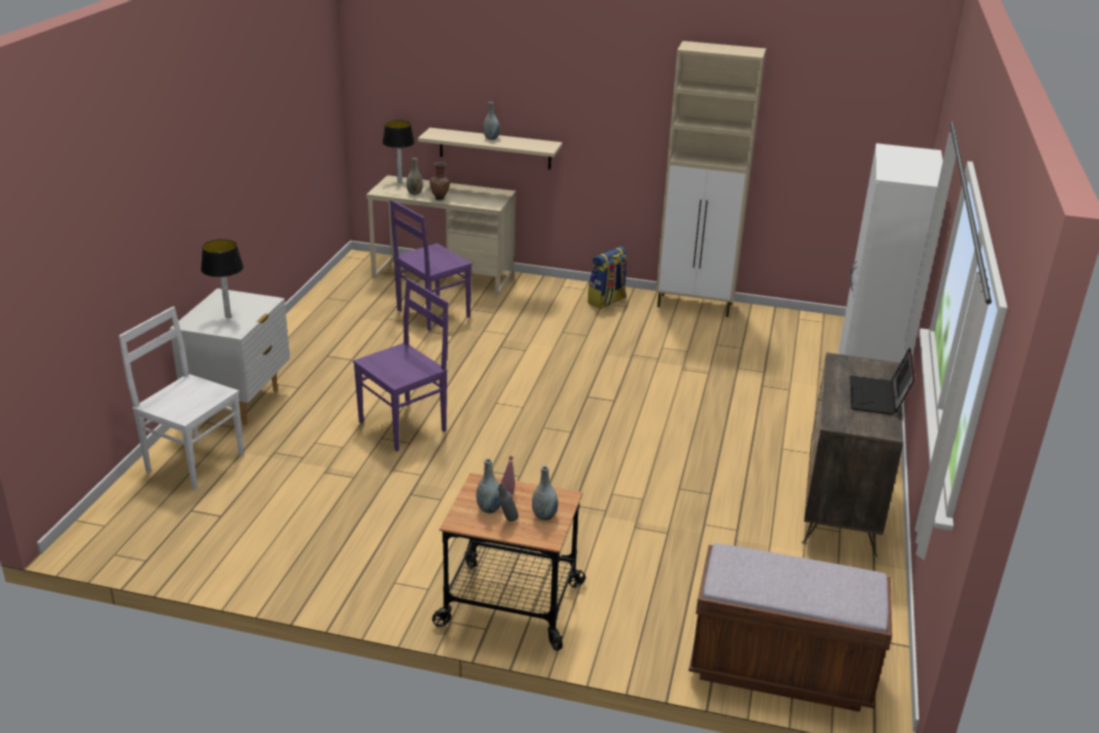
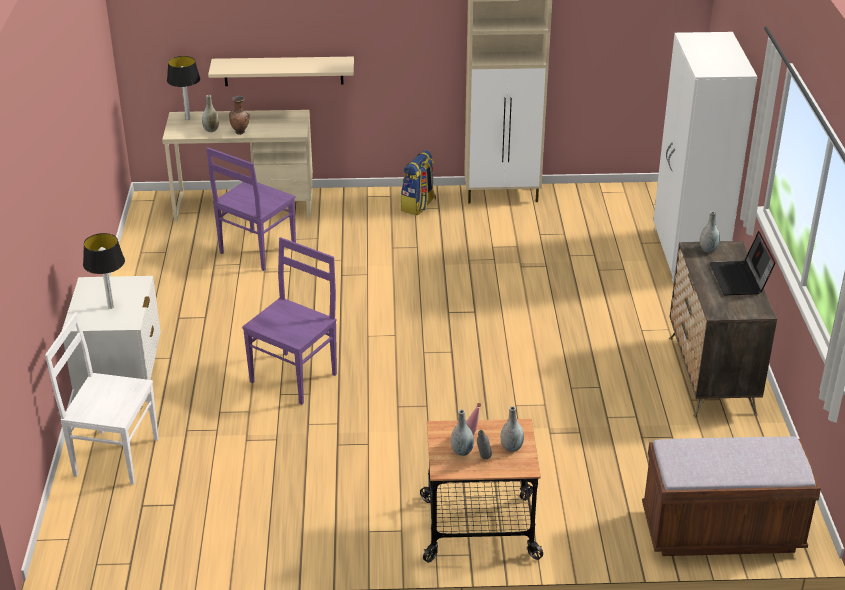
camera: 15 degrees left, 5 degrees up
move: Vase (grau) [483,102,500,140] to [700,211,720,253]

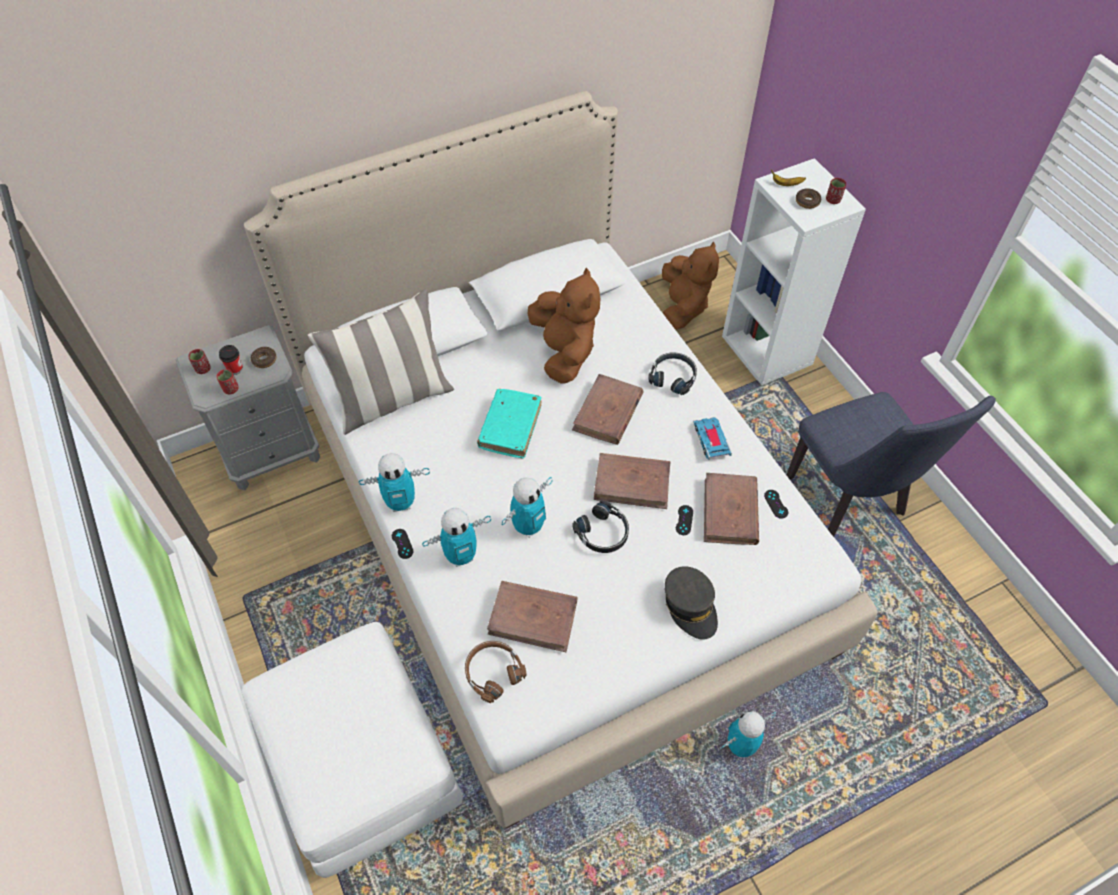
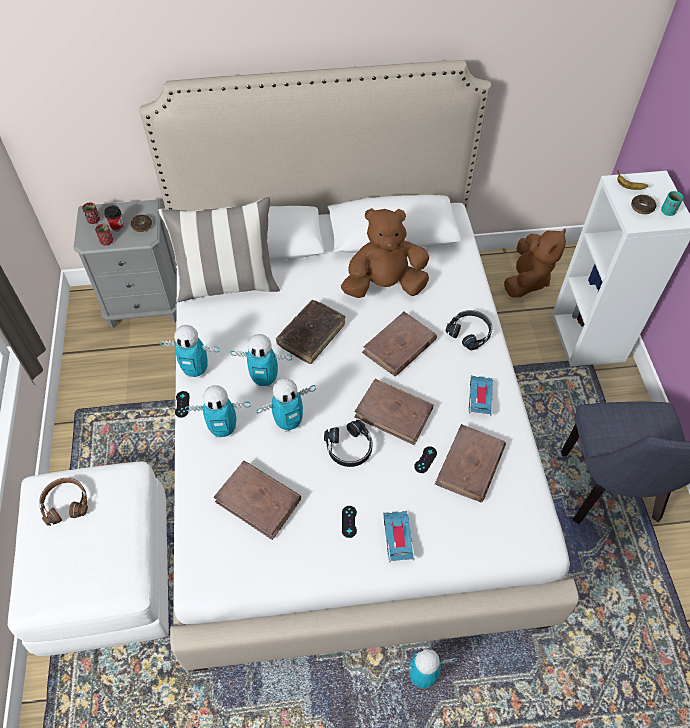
camera: 20 degrees right, 0 degrees up
insert: Spielzeugroboter [230,334,292,387]
move: Kopfhörer (braun) [465,641,527,703] to [39,478,88,526]; Gamepad (schwarz) [764,490,788,519] to [342,506,357,538]
replace: Kappe (grau) [665,566,718,640] to Spielzeugauto [383,511,415,562]
recolor: Buch (türkis) [477,389,542,458] to Buch (braun) [276,300,345,364]; Tasse (rot) [826,178,846,204] to Tasse (türkis) [661,191,683,216]
rotate: Plüschtier (braun) [528,268,601,384] = [341,208,429,298] 105 degrees counterclockwise

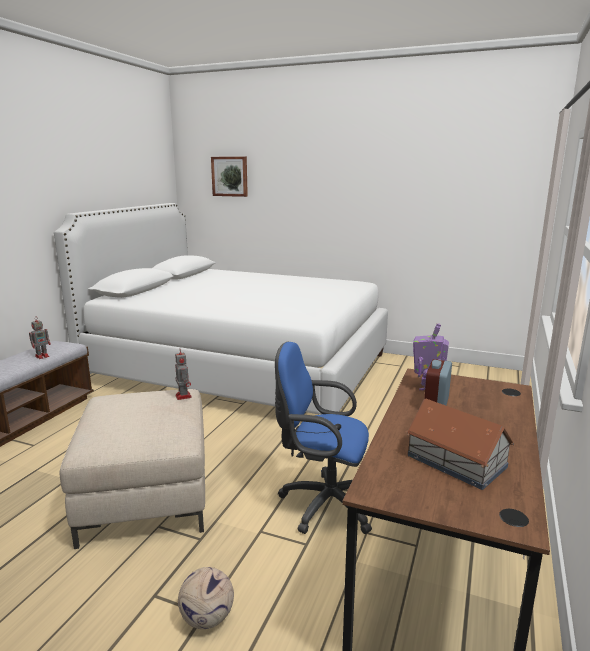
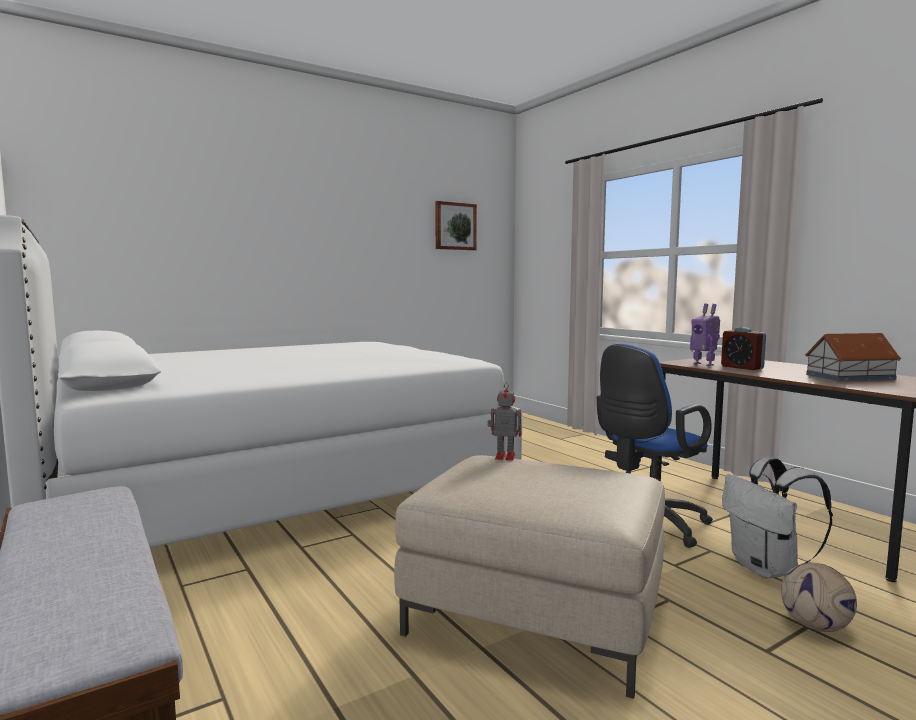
camera: 55 degrees left, 10 degrees down
delete: Spielzeugroboter [29,319,51,359]
insert: Rucksack (weiß) [722,457,833,579]
move: Bild [211,156,248,197] to [435,201,477,250]

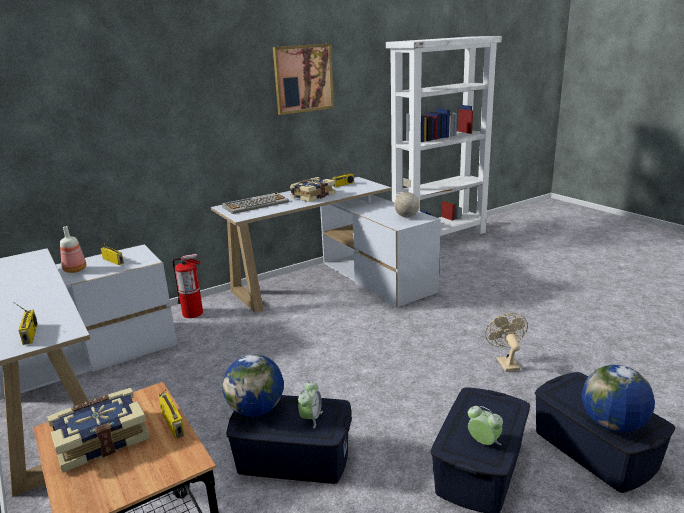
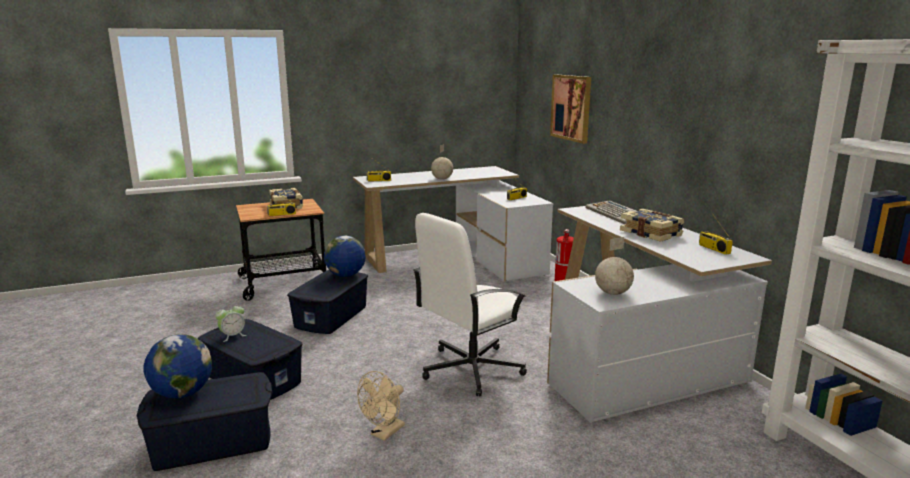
camera: 100 degrees right, 5 degrees down
delete: Flasche [60,226,86,273]; Wecker [298,381,323,429]
insert: Bürostuhl (weiß) [413,213,527,397]; Globus [431,144,453,180]
move: Bild [273,44,334,115] to [550,74,591,144]
rotate: Ventilator (beige) [485,313,528,372] = [357,371,405,441] 120 degrees clockwise

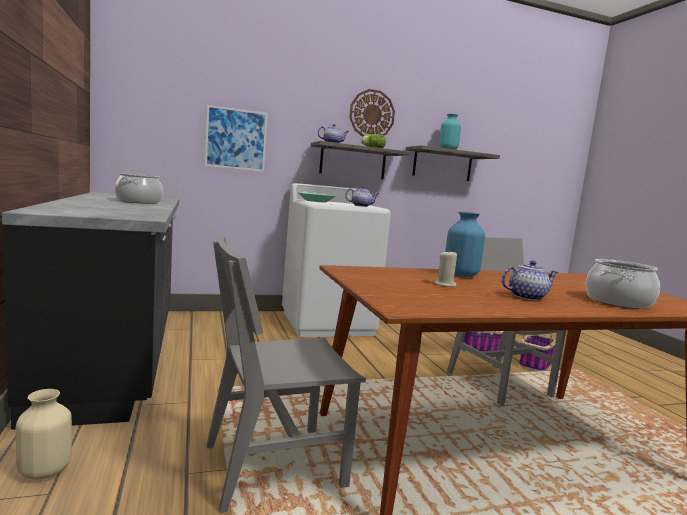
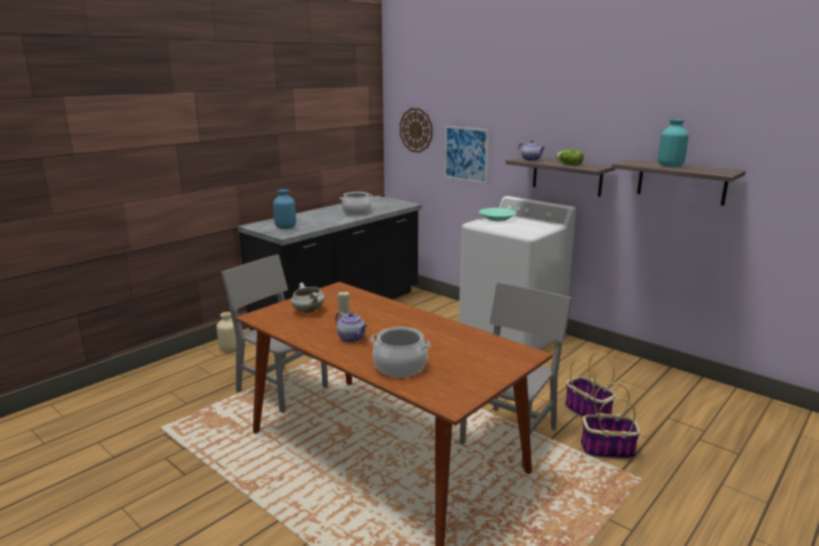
camera: 60 degrees right, 10 degrees up
delete: Teekanne [345,186,379,207]
insert: Kochtopf (weiß) [291,283,325,313]
move: Wanduhr [349,89,395,137] to [400,108,433,153]; Vase (blau) [445,212,485,277] to [273,189,296,229]

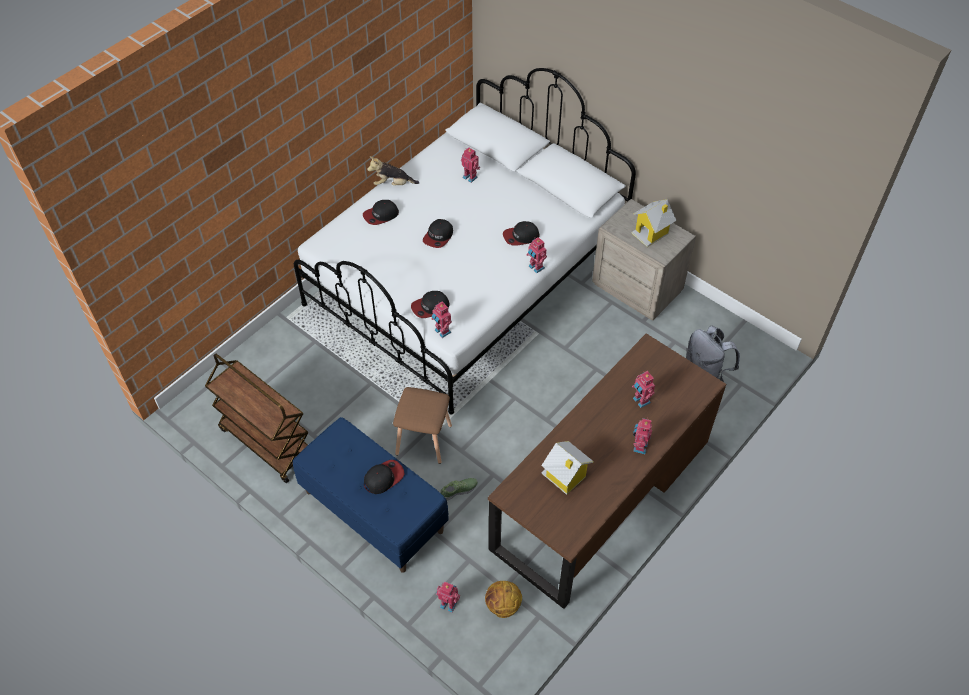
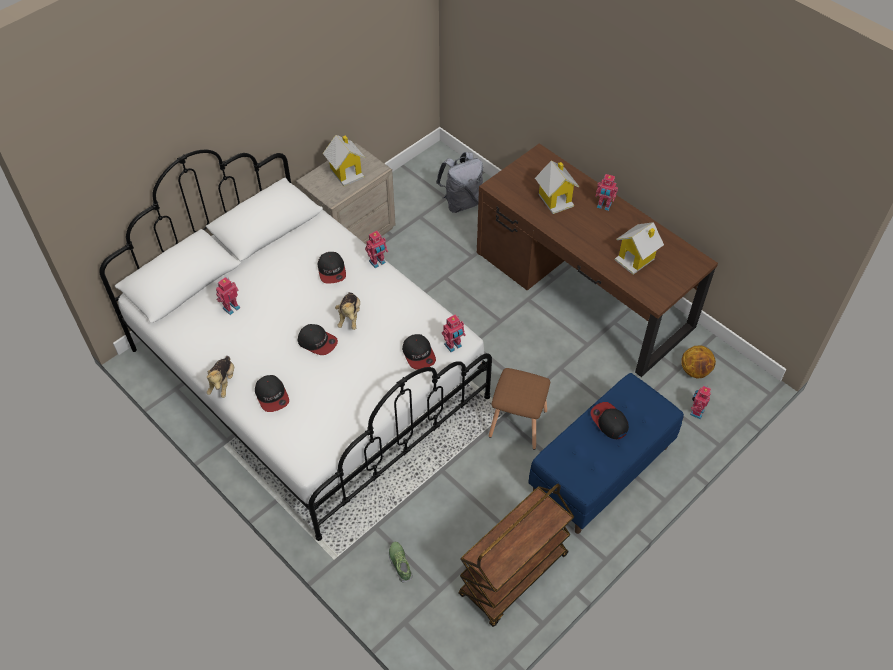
camera: 85 degrees left, 0 degrees up
insert: Plüschtier [335,292,360,330]
move: Schuh [440,478,478,501] to [389,542,413,583]
replace: Spielzeugroboter [632,371,655,408] to Spielzeughaus [535,160,579,214]

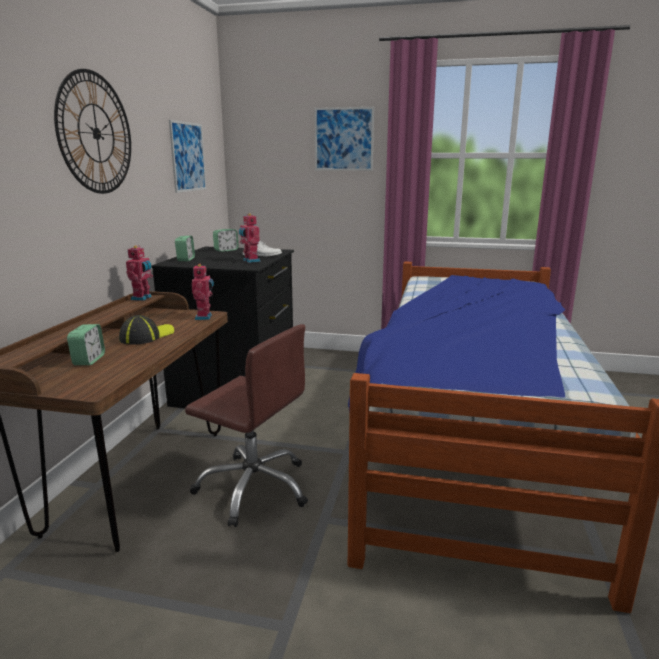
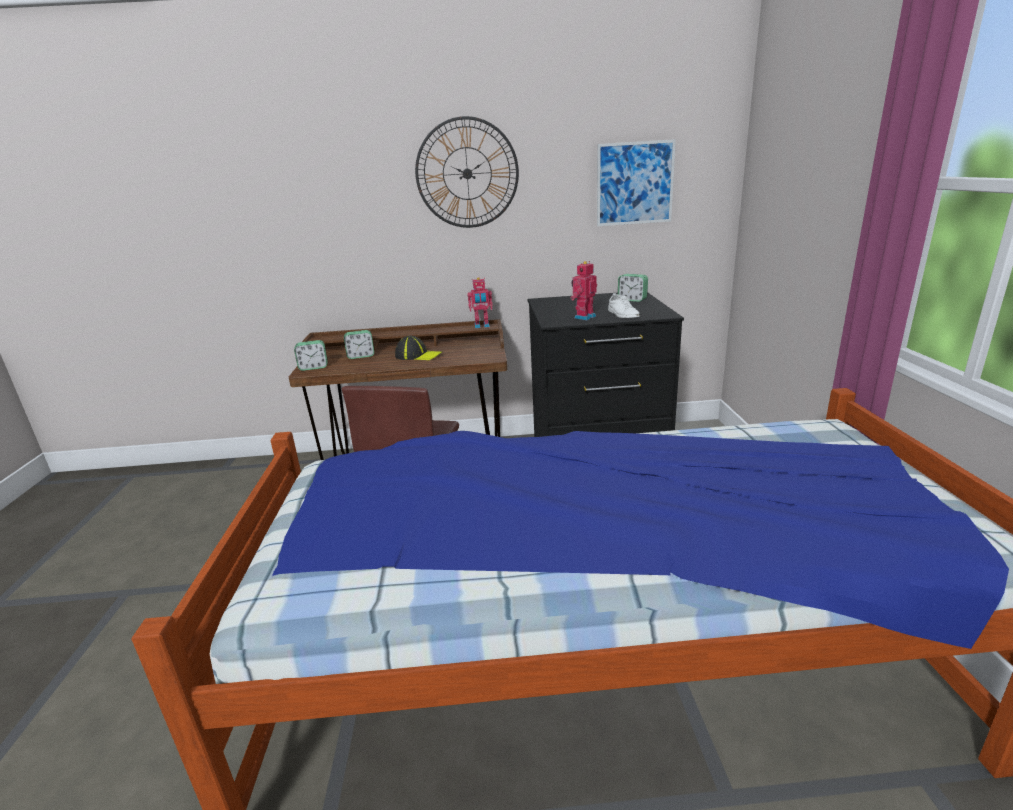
camera: 75 degrees right, 5 degrees up
delete: Spielzeugroboter [191,263,214,320]; Bild [315,107,374,171]
move: Wecker [175,236,195,261] to [294,340,328,371]

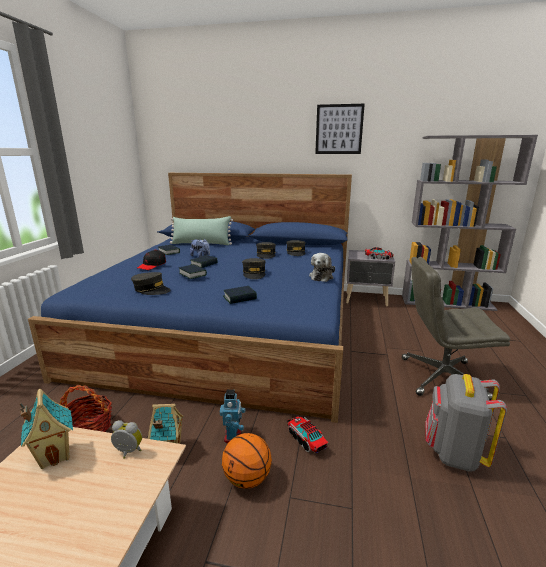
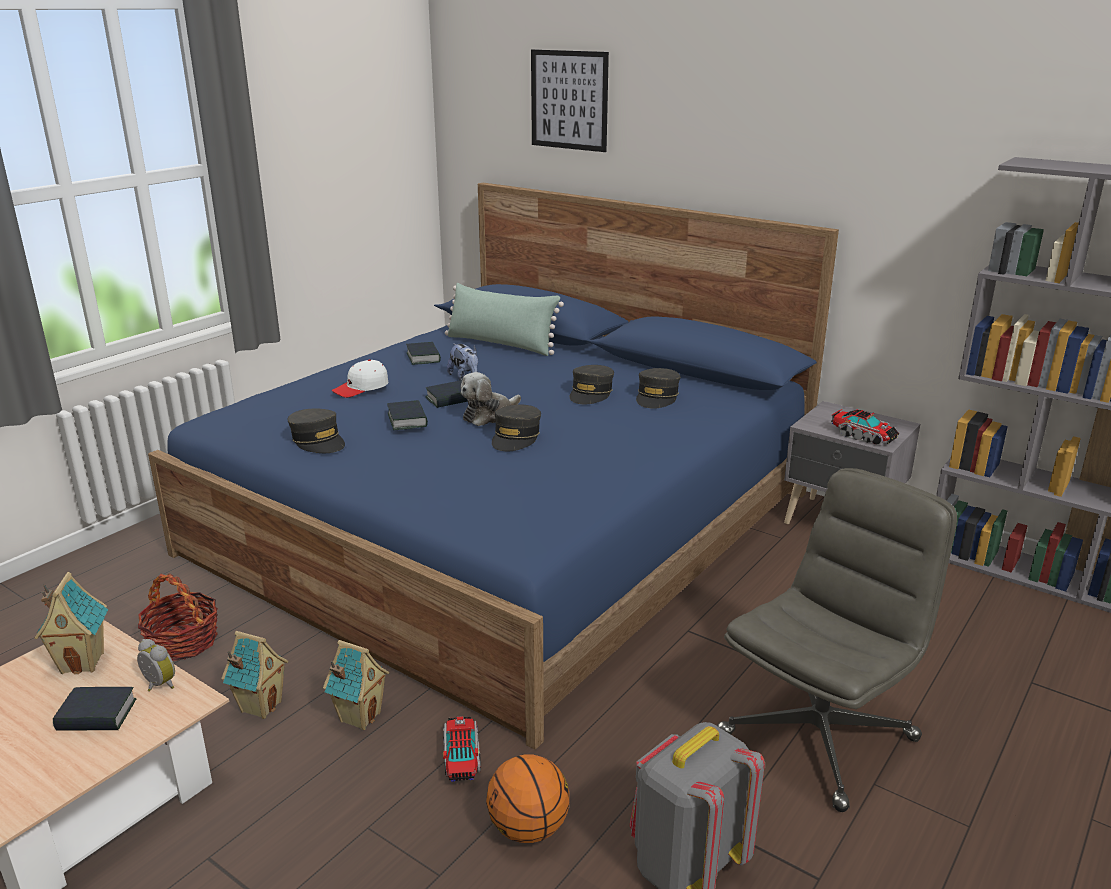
camera: 25 degrees right, 5 degrees up
move: Basketball [222,433,272,489] to [486,754,570,843]; Buch [223,286,257,304] to [53,687,136,731]; Plüschtier [309,253,335,282] to [461,372,521,426]; Bild [315,104,365,154] to [531,49,609,152]
replace: Spielzeugroboter [220,390,246,443] to Spielzeughaus [323,640,389,730]
recolor: Kappe (schwarz) [137,250,166,270] to Kappe (weiß) [332,360,388,398]
rotate: Bürostuhl (grau) [402,257,510,401] = [717,468,957,812] 105 degrees clockwise

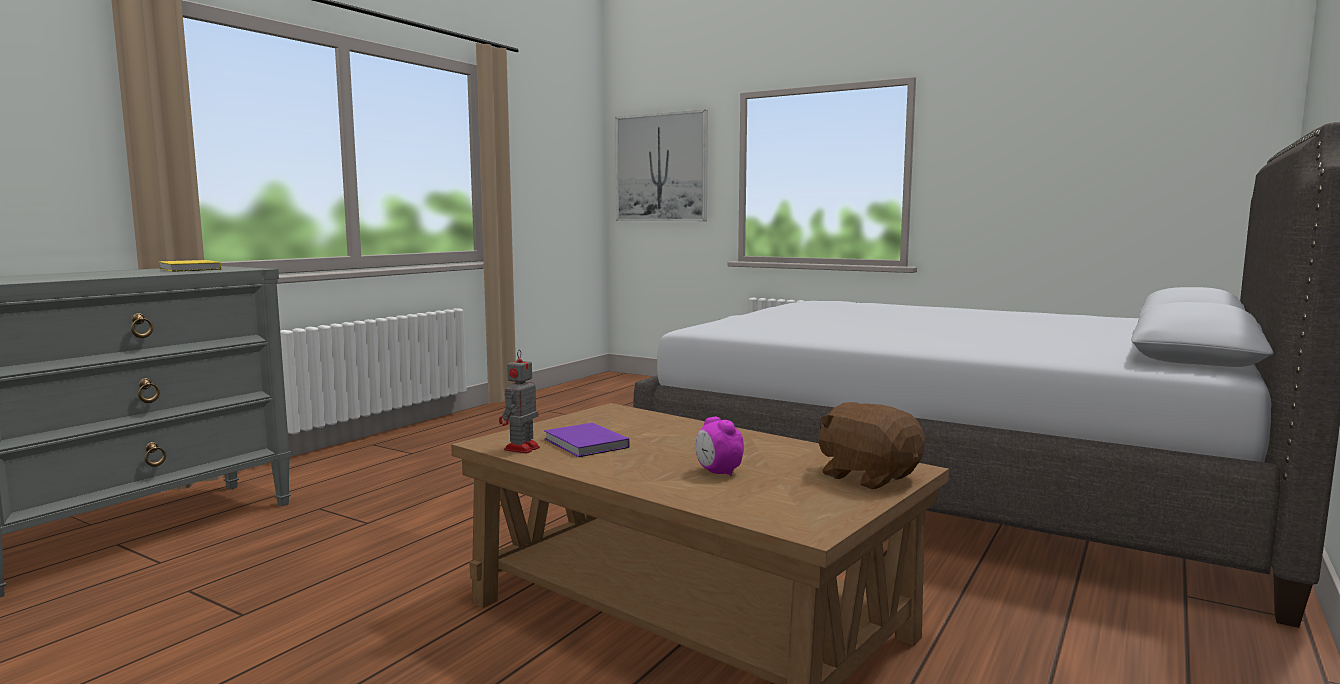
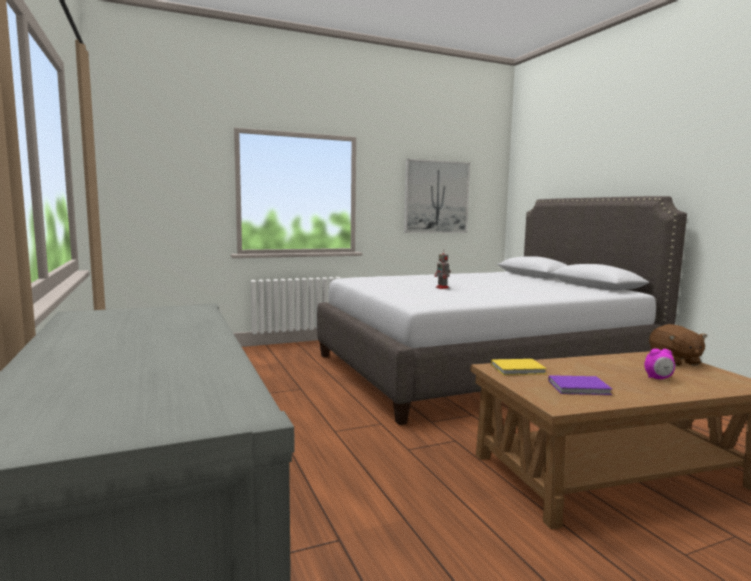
camera: 55 degrees left, 0 degrees up
move: Buch (gelb) [158,260,221,272] to [491,359,547,375]; Spielzeugroboter [499,350,540,454] to [434,253,451,289]; Bild [615,110,708,221] to [404,159,470,233]
rotate: Plüschtier (braun) [818,402,925,489] = [649,324,707,366] 90 degrees counterclockwise

